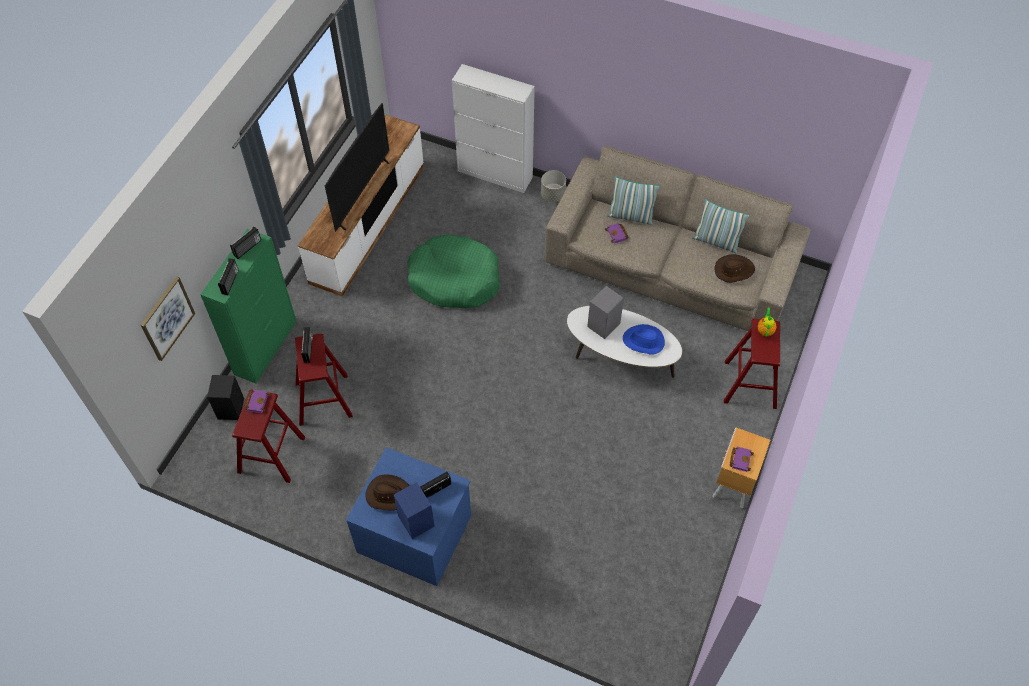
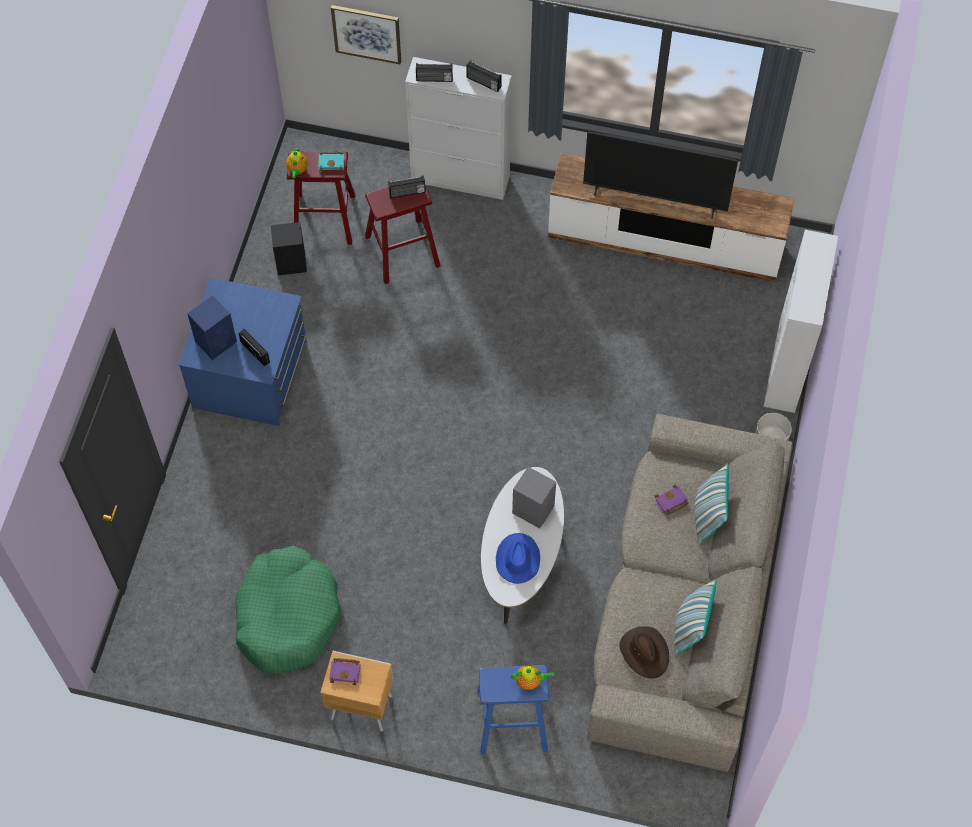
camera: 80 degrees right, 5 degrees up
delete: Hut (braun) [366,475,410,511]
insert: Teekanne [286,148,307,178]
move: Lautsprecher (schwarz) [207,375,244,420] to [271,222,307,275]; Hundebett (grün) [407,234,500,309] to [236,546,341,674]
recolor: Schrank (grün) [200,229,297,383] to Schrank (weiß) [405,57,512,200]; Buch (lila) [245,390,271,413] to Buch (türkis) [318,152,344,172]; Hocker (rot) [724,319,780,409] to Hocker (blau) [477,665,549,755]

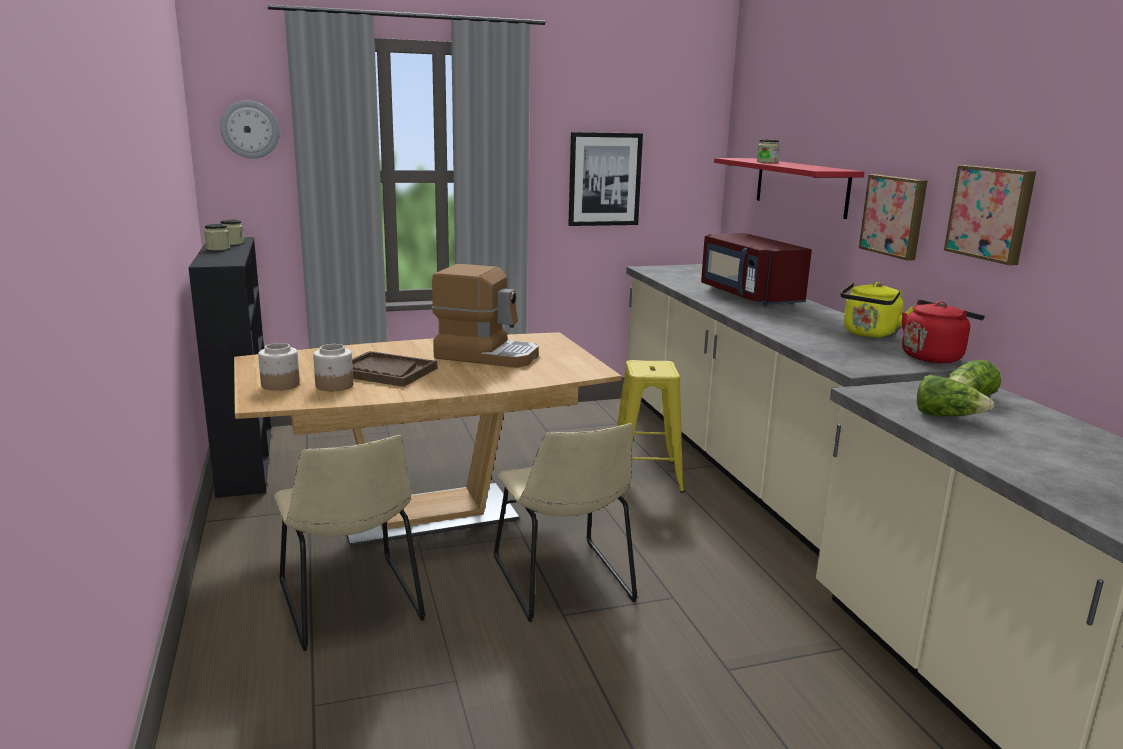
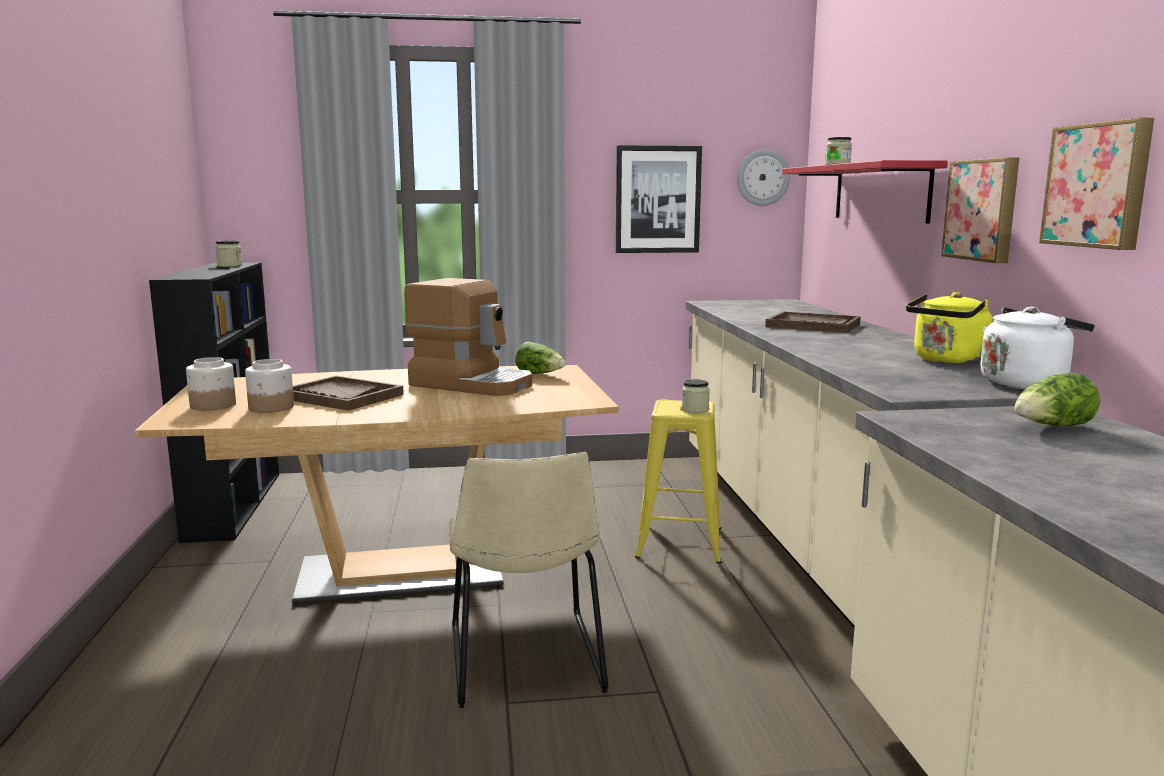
camera: 10 degrees right, 5 degrees down
delete: Stuhl (beige) [274,435,425,651]
move: Vorratsglas [204,224,230,251] to [682,379,710,413]; Wanduhr [220,100,280,159] to [737,149,790,206]; Salatkopf [917,375,994,416] to [515,342,566,374]
replace: Mikrowelle (rot) [701,233,812,306] to Tablett (braun) [765,311,861,333]
recolor: Wasserkessel (rot) [902,300,985,363] to Wasserkessel (weiß) [980,307,1095,389]

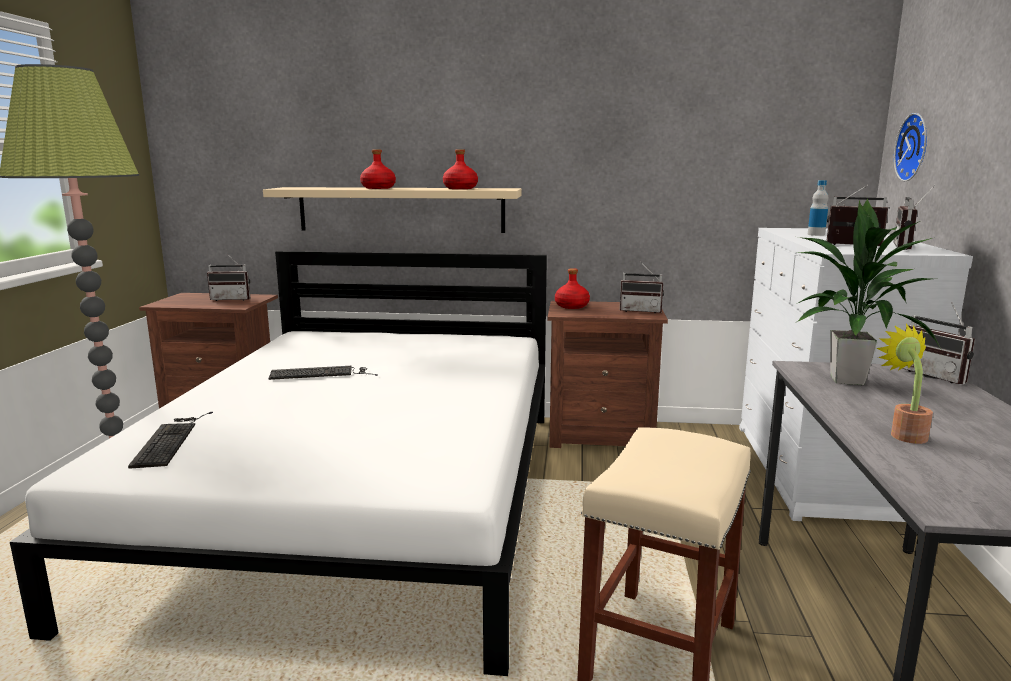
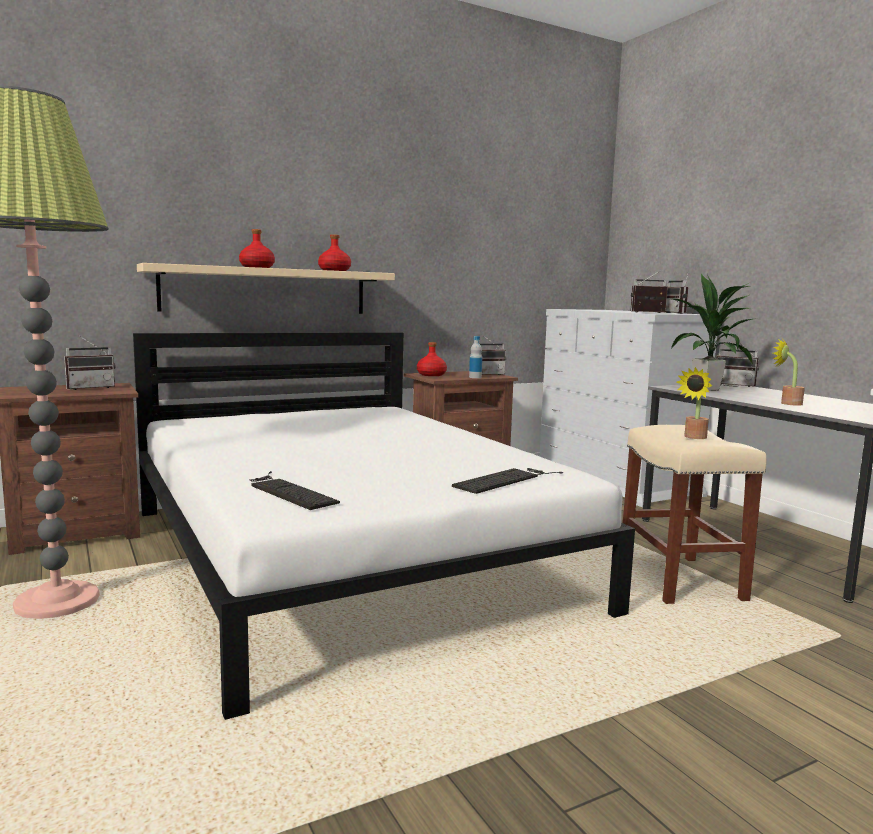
camera: 35 degrees left, 5 degrees down
delete: Wanduhr [894,113,927,181]
insert: Topfpflanze [676,367,712,439]
move: Tastatur [269,366,378,380] to [452,468,563,494]; Flasche [807,180,828,236] to [469,336,482,378]

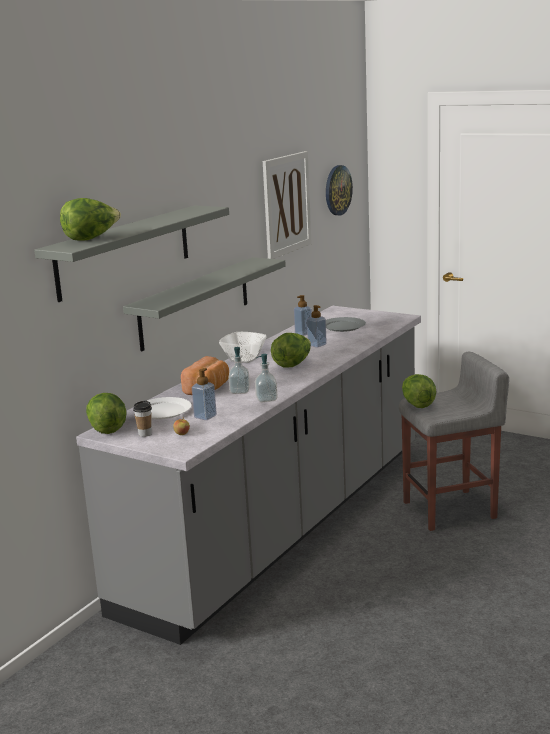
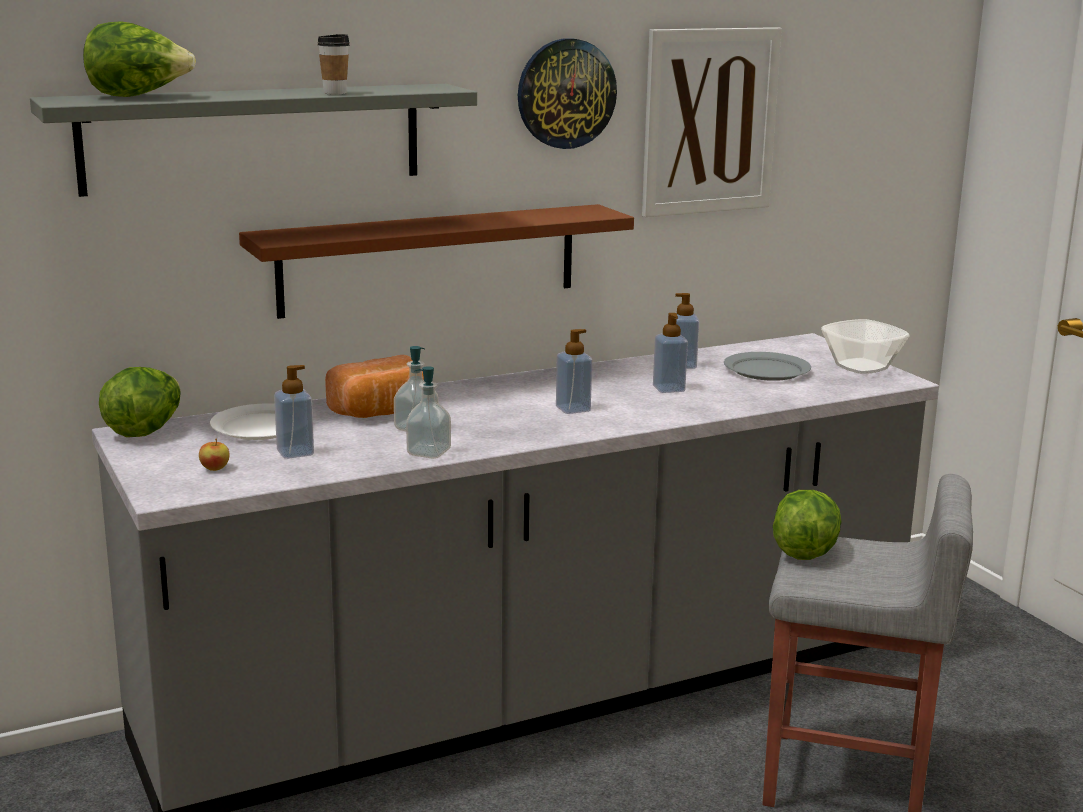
camera: 30 degrees right, 0 degrees up
move: Tasse [133,401,152,437] to [317,34,350,95]; Schüssel [219,332,267,363] to [821,319,909,374]; Wanduhr [326,165,353,216] to [518,38,617,149]
replace: Salatkopf [271,333,311,367] to Seifenspender [556,329,592,414]
recolor: Wandregal (grau) [123,257,286,351] to Wandregal (braun) [239,204,634,319]

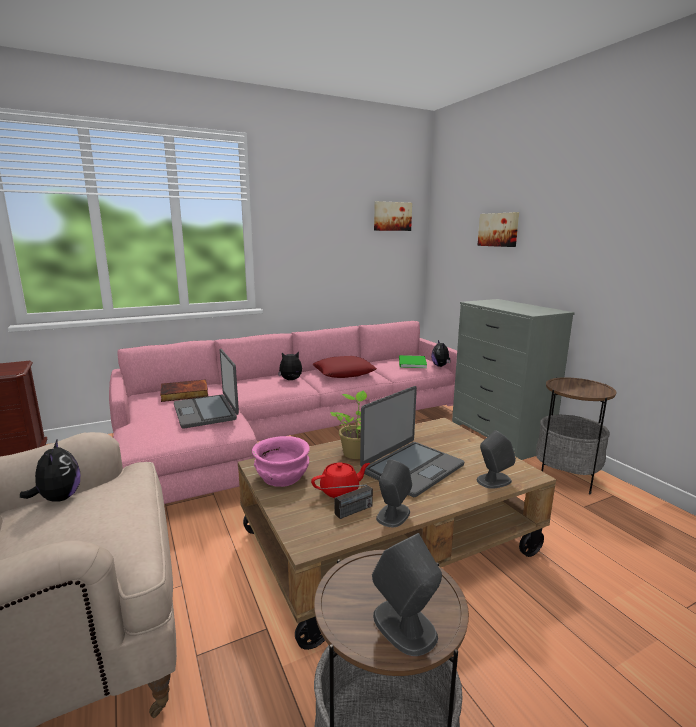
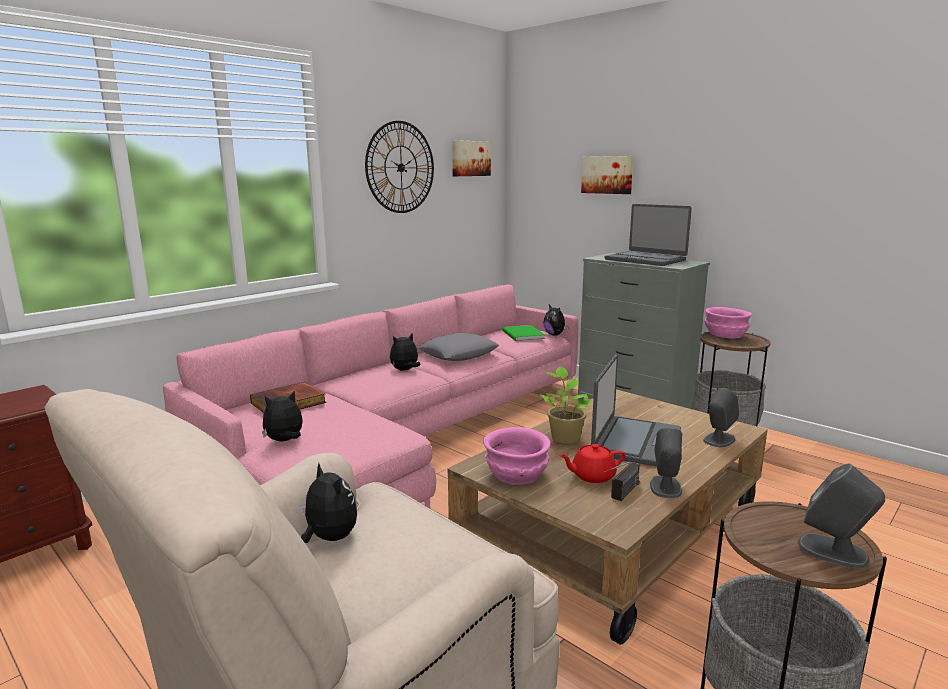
camera: 20 degrees left, 0 degrees up
insert: Plüschtier [262,391,303,441]; Wanduhr [365,121,434,213]; Schüssel (rosa) [704,307,752,339]
move: Laptop [174,349,239,429] to [604,204,692,266]
recolor: Kissen (rot) [312,356,377,378] to Kissen (grau) [417,333,499,361]
rotate: Teekanne (rot) [311,462,370,498] = [560,444,625,483] 150 degrees counterclockwise

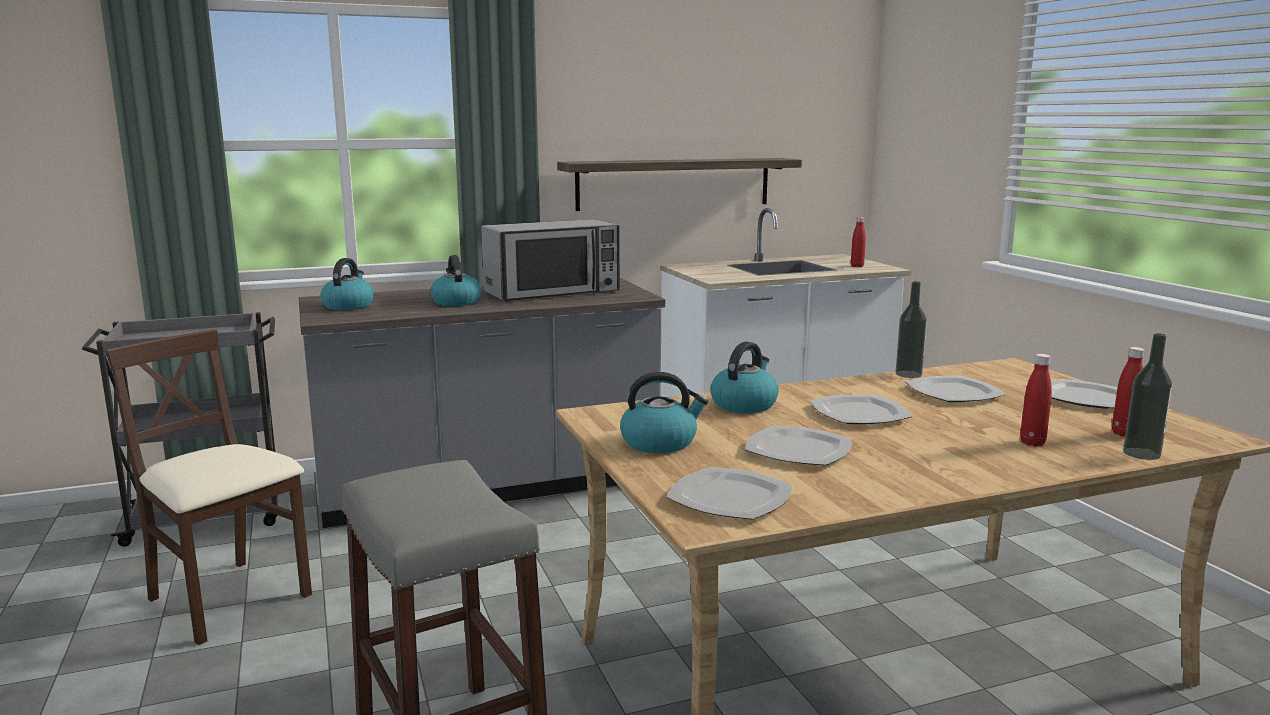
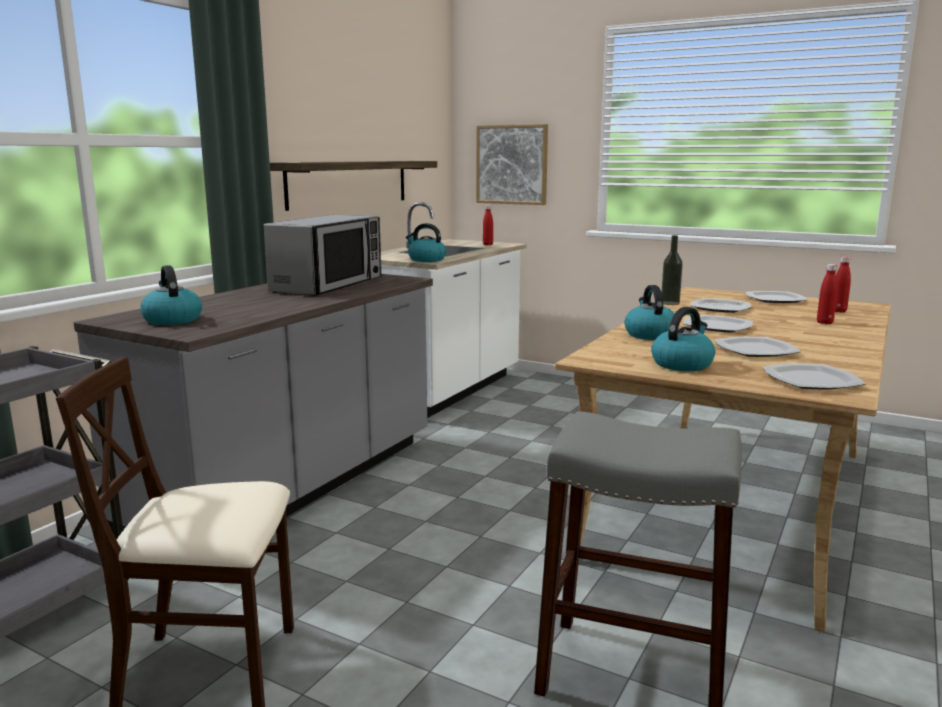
camera: 40 degrees left, 0 degrees up
delete: Flasche [1123,333,1172,460]
insert: Bild [476,124,548,205]
move: Wasserkessel [431,255,481,306] to [406,223,446,262]

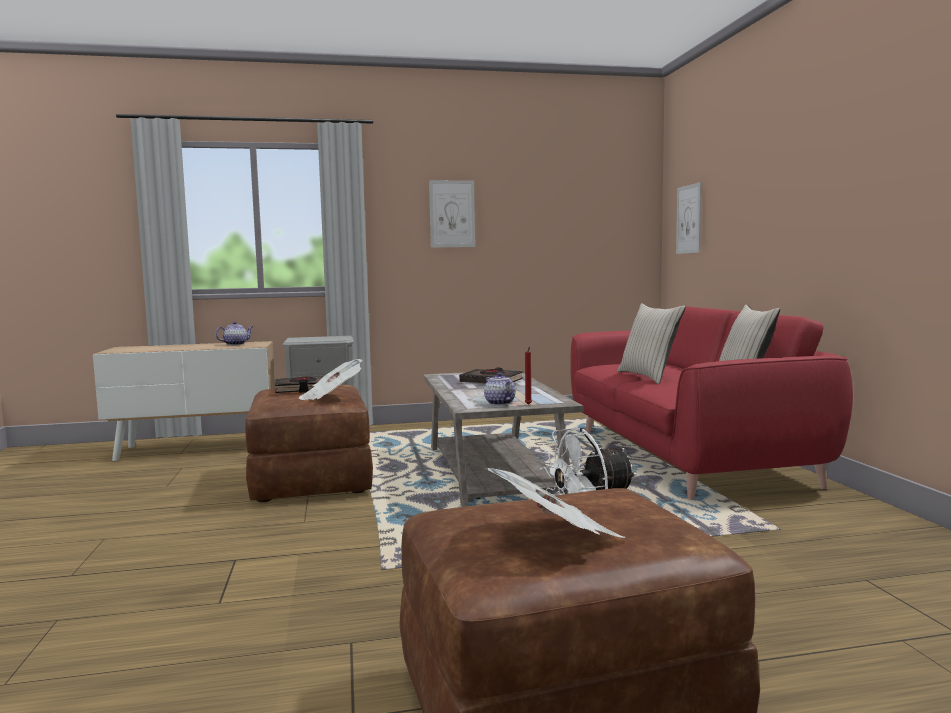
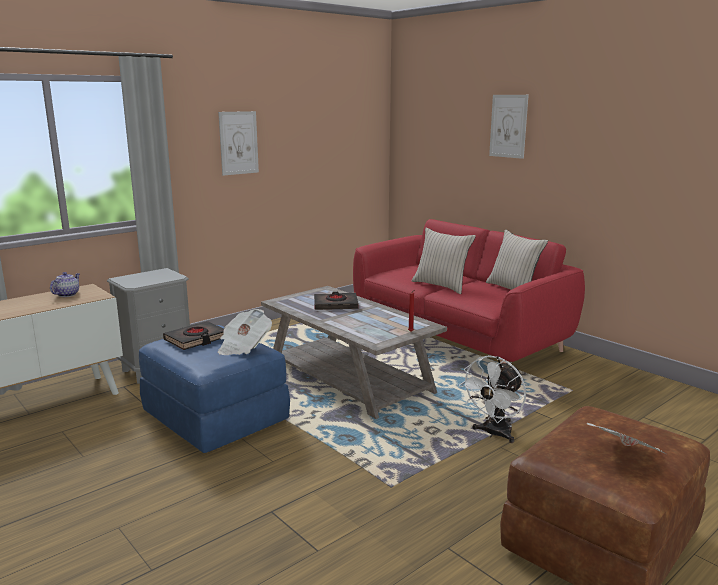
camera: 30 degrees left, 10 degrees up
delete: Teekanne [484,372,516,405]
move: Bild [676,182,702,254] to [489,95,529,159]
recolor: Polsterhocker (braun) [245,385,373,502] to Polsterhocker (blau) [139,325,290,453]

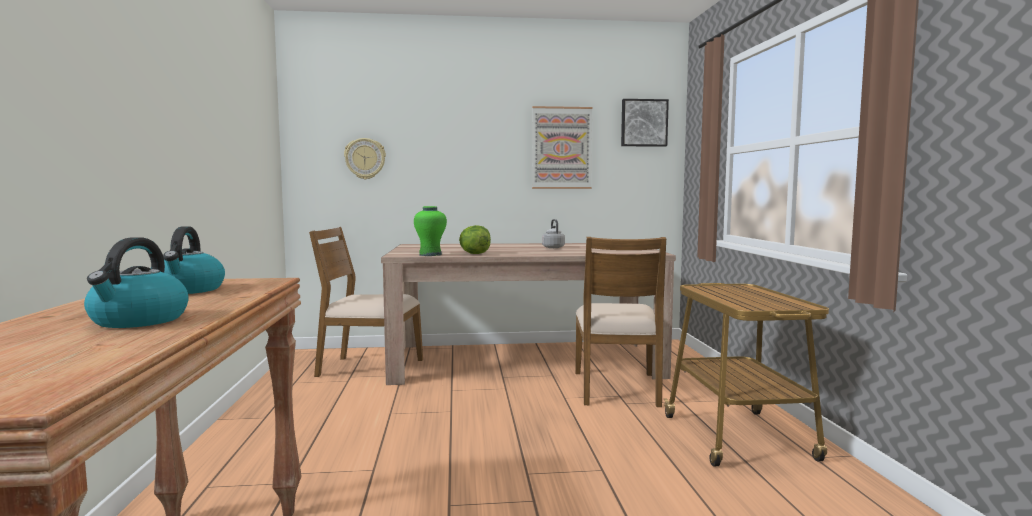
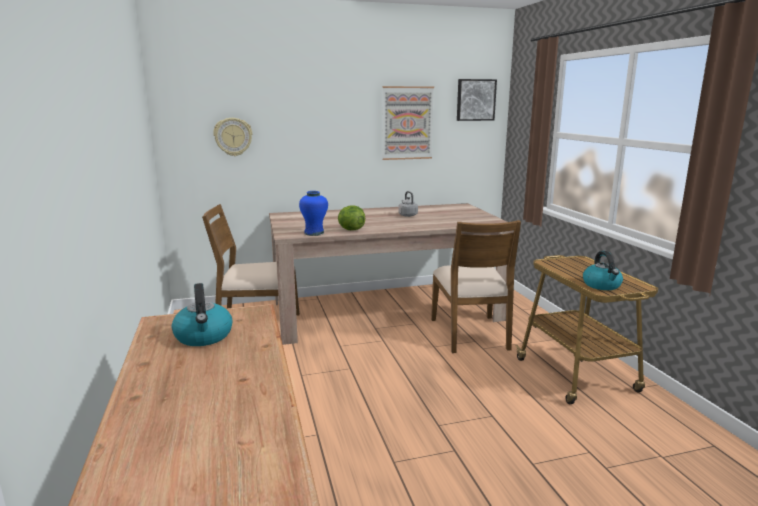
camera: 10 degrees left, 10 degrees up
move: Wasserkessel [84,237,189,328] to [583,251,623,290]
recolor: Vase (grün) [414,206,447,256] to Vase (blau) [299,191,328,236]

